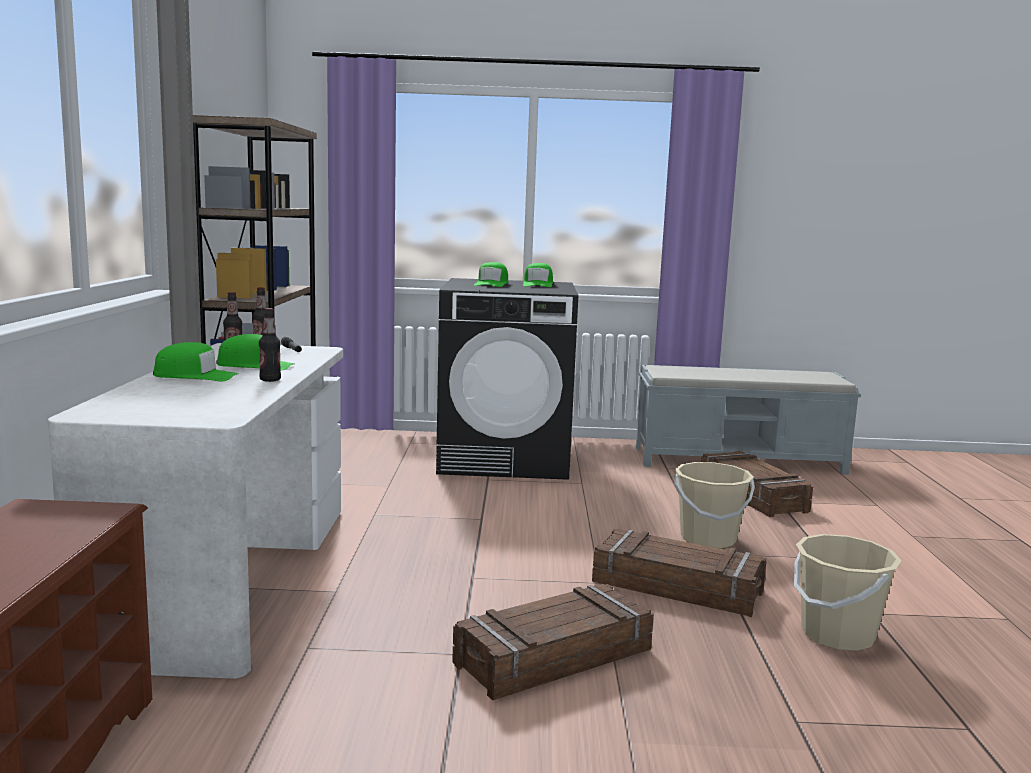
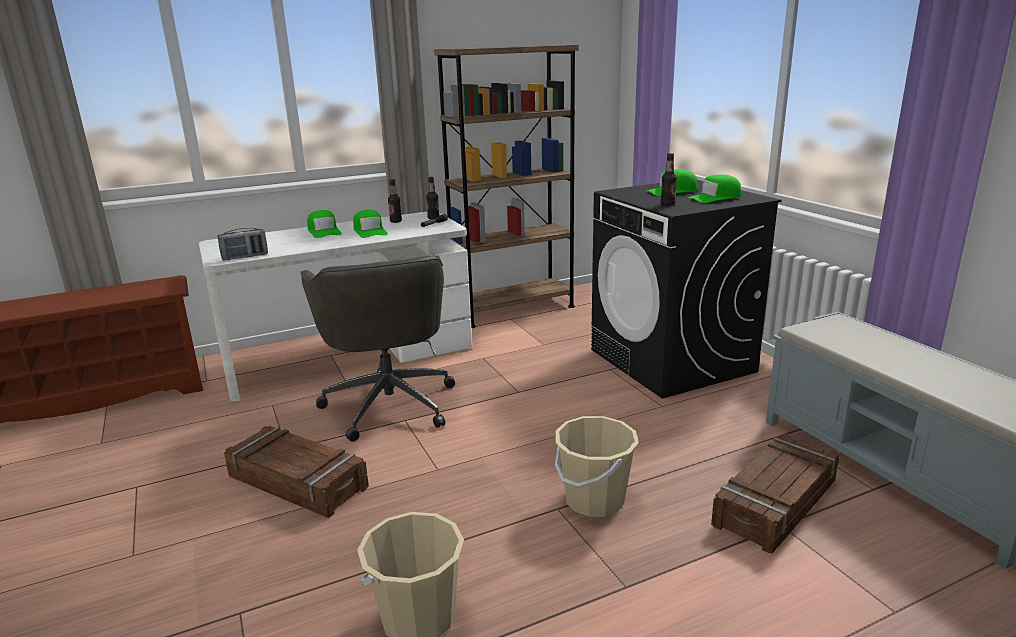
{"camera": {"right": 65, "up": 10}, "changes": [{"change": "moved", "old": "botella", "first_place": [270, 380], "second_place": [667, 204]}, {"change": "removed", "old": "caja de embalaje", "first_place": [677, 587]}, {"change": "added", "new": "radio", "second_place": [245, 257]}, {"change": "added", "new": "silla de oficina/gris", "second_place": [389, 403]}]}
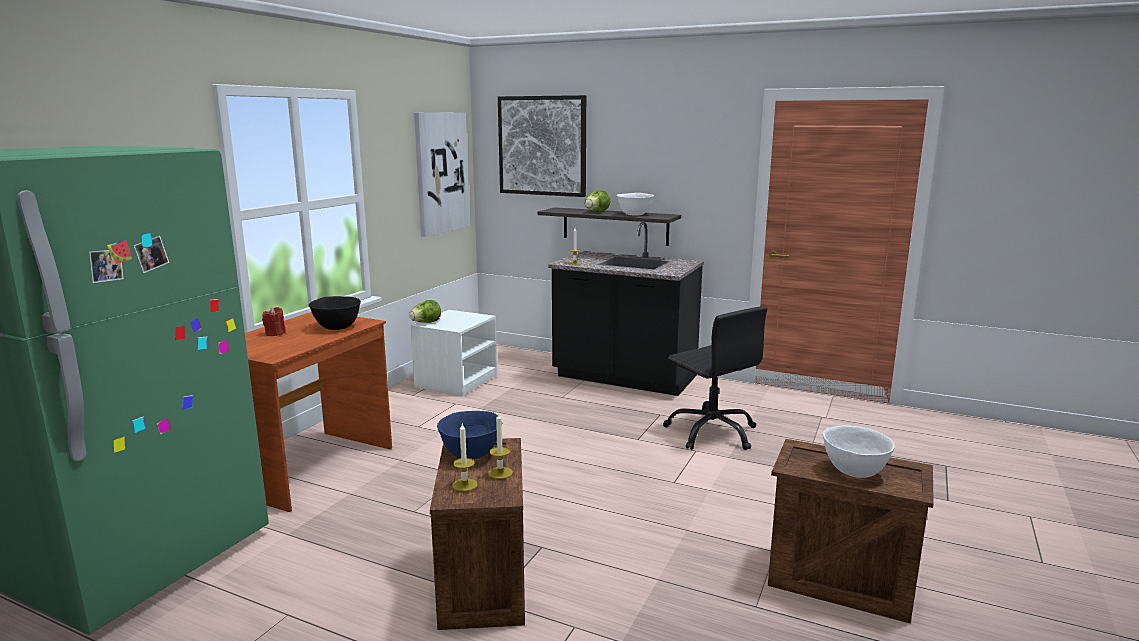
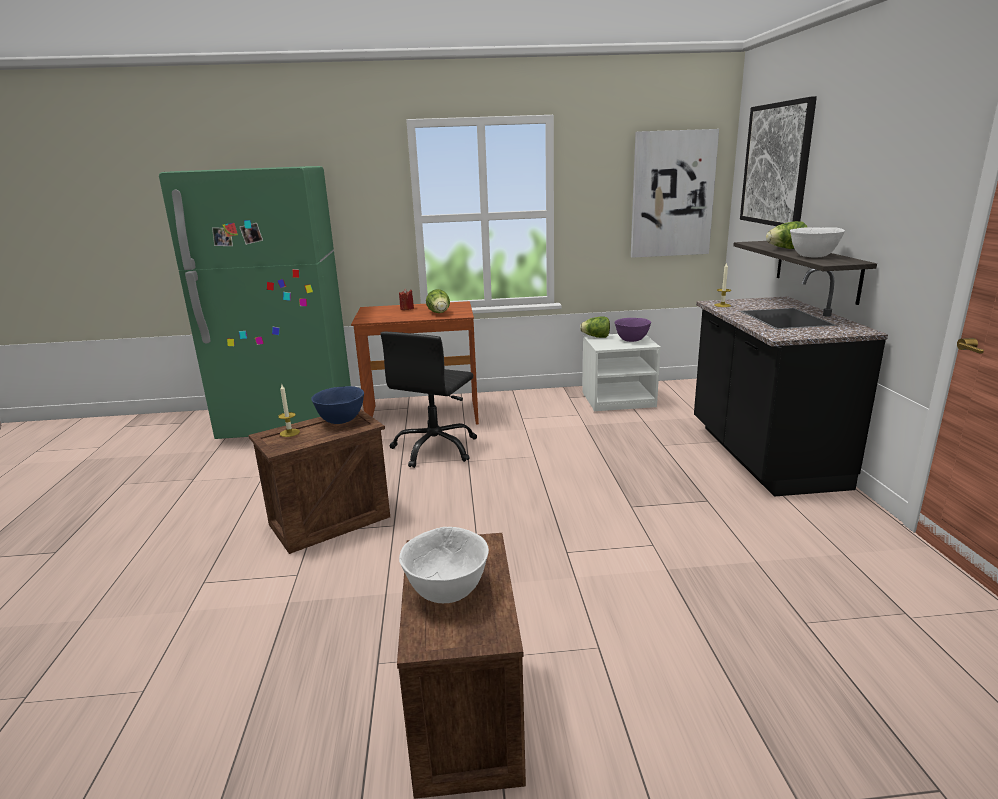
{"camera": {"right": 60, "up": 5}, "changes": [{"change": "replaced", "old": "cuenco/negro", "new": "lechuga", "first_place": [337, 327], "second_place": [439, 313]}, {"change": "moved", "old": "silla de oficina/negro", "first_place": [712, 432], "second_place": [435, 448]}, {"change": "removed", "old": "vela", "first_place": [500, 473]}, {"change": "added", "new": "cuenco/morado", "second_place": [632, 340]}]}
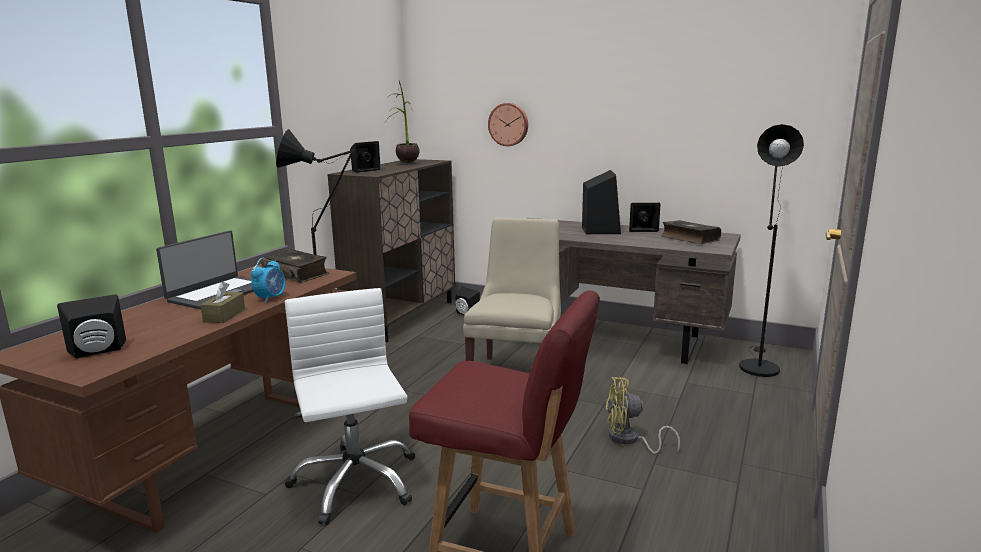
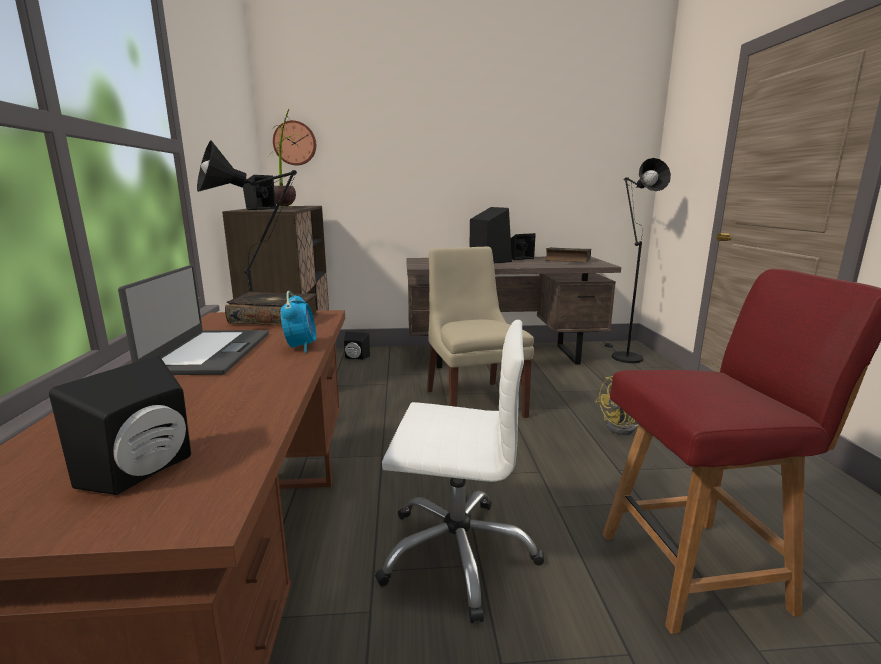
{"camera": {"right": -30, "up": 0}, "changes": [{"change": "moved", "old": "reloj de pared", "first_place": [508, 124], "second_place": [295, 143]}, {"change": "removed", "old": "caja de pañuelos/marrón", "first_place": [224, 315]}, {"change": "turned", "old": "silla de oficina/blanco", "first_place": [355, 482], "second_place": [457, 552], "degrees": 150}]}
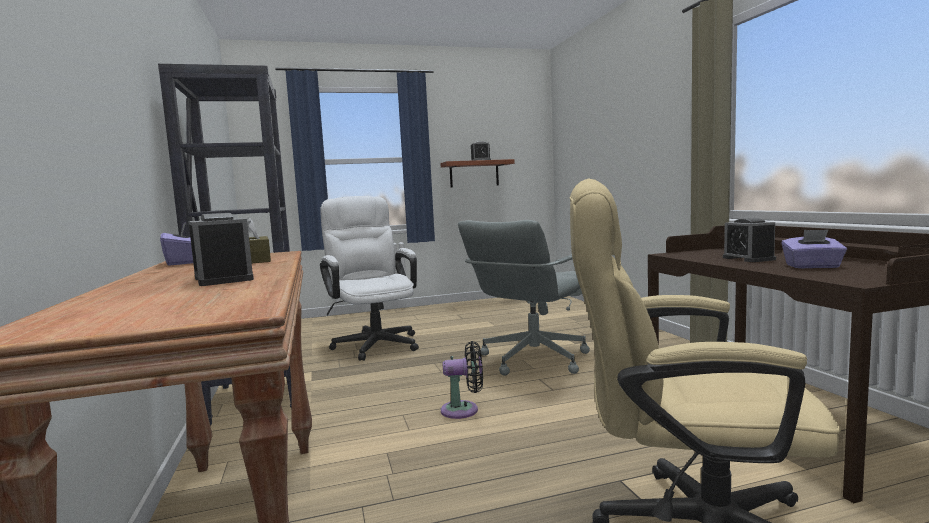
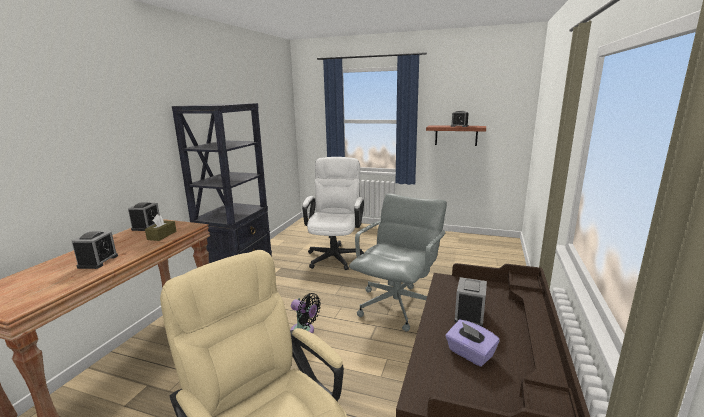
{"camera": {"right": 35, "up": 10}, "changes": [{"change": "turned", "old": "silla de oficina/gris", "first_place": [533, 359], "second_place": [397, 306], "degrees": 135}, {"change": "replaced", "old": "caja de pañuelos/morado", "new": "despertador", "first_place": [183, 262], "second_place": [147, 226]}]}
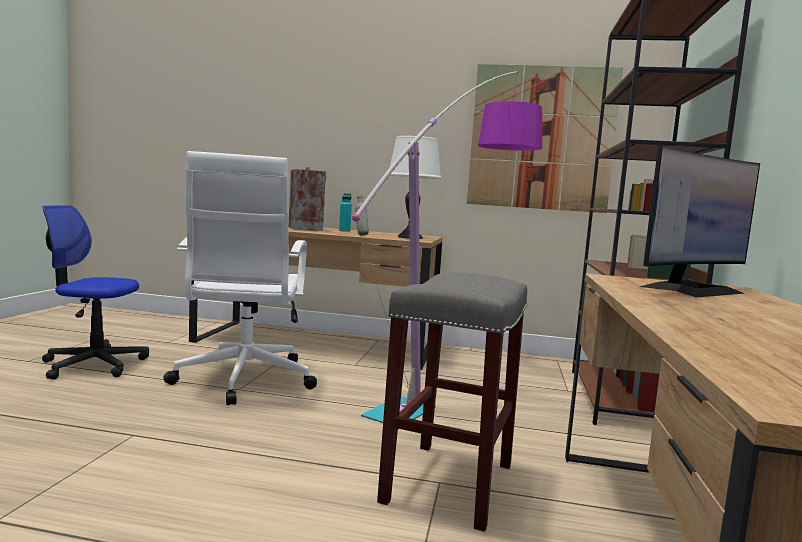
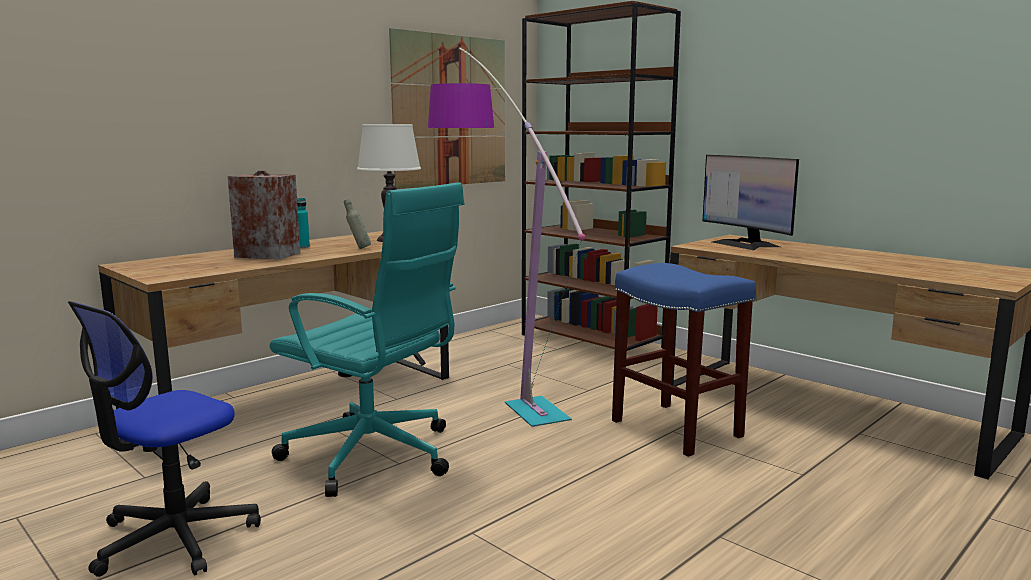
{"camera": {"right": -55, "up": 5}, "changes": [{"change": "turned", "old": "monitor", "first_place": [691, 290], "second_place": [745, 244], "degrees": 150}, {"change": "recoloured", "old": "silla de oficina/blanco", "new": "silla de oficina/turquesa", "first_place": [243, 380], "second_place": [374, 457]}, {"change": "recoloured", "old": "taburete/gris", "new": "taburete/azul", "first_place": [448, 482], "second_place": [674, 428]}]}
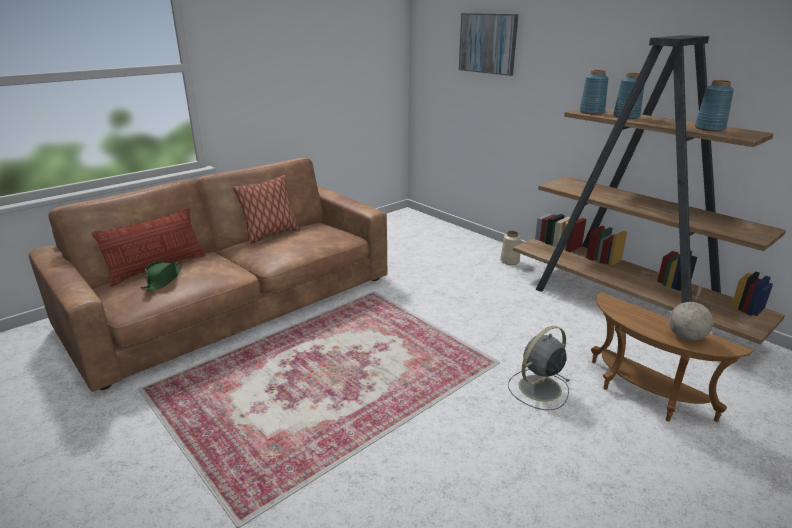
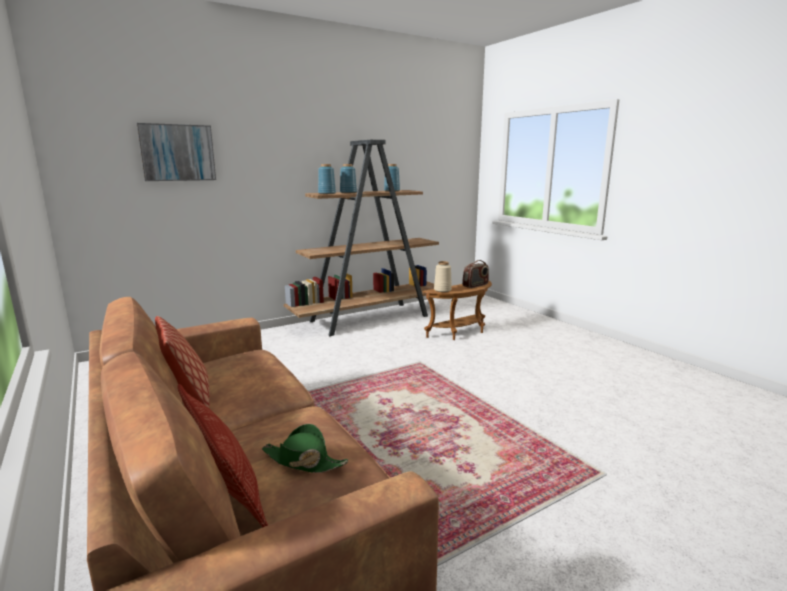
{"camera": {"right": -80, "up": -10}, "changes": [{"change": "moved", "old": "florero/beis", "first_place": [509, 261], "second_place": [442, 290]}, {"change": "replaced", "old": "globo terráqueo", "new": "radio", "first_place": [686, 337], "second_place": [475, 285]}, {"change": "removed", "old": "ventilador/gris", "first_place": [538, 388]}]}
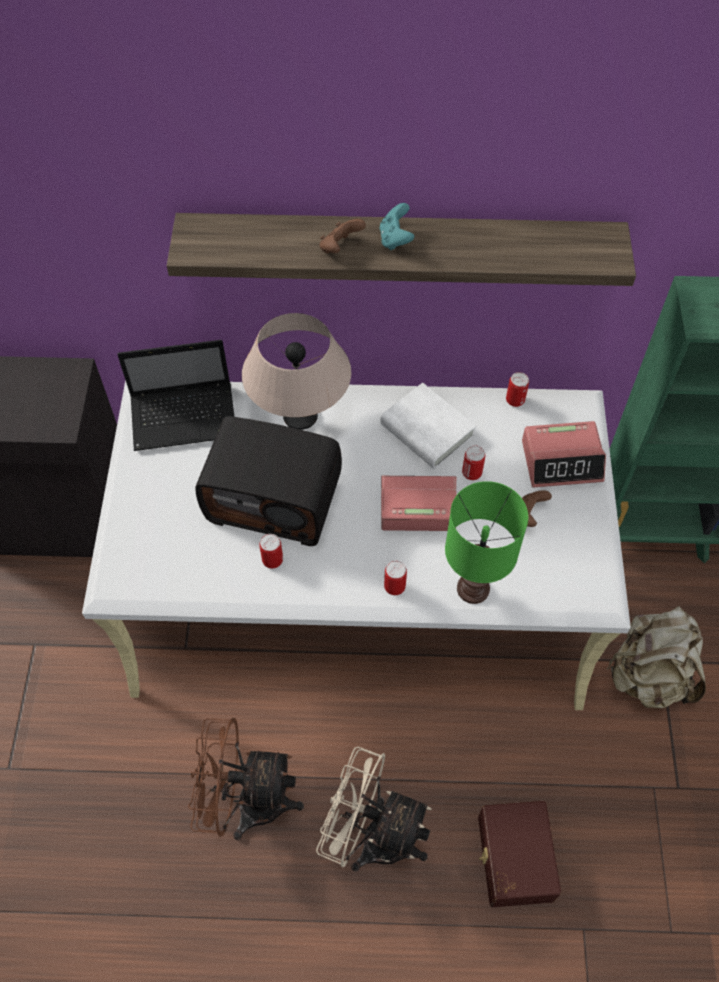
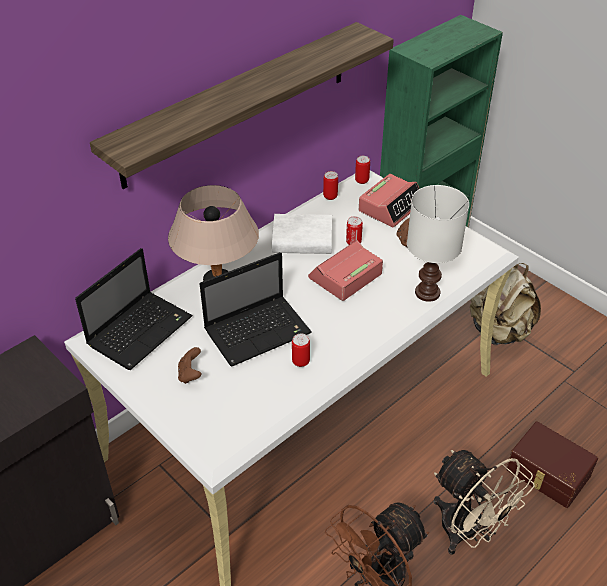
{"camera": {"right": -45, "up": -15}, "changes": [{"change": "removed", "old": "mando de consola/turquesa", "first_place": [395, 239]}, {"change": "moved", "old": "mando de consola/marrón", "first_place": [340, 248], "second_place": [190, 374]}, {"change": "replaced", "old": "radio", "new": "portátil", "first_place": [275, 499], "second_place": [259, 331]}, {"change": "recoloured", "old": "lámpara de mesa/verde", "new": "lámpara de mesa/blanco", "first_place": [472, 587], "second_place": [426, 292]}, {"change": "moved", "old": "lata", "first_place": [394, 587], "second_place": [362, 180]}, {"change": "turned", "old": "ventilador/beis", "first_place": [373, 836], "second_place": [468, 532], "degrees": -105}]}
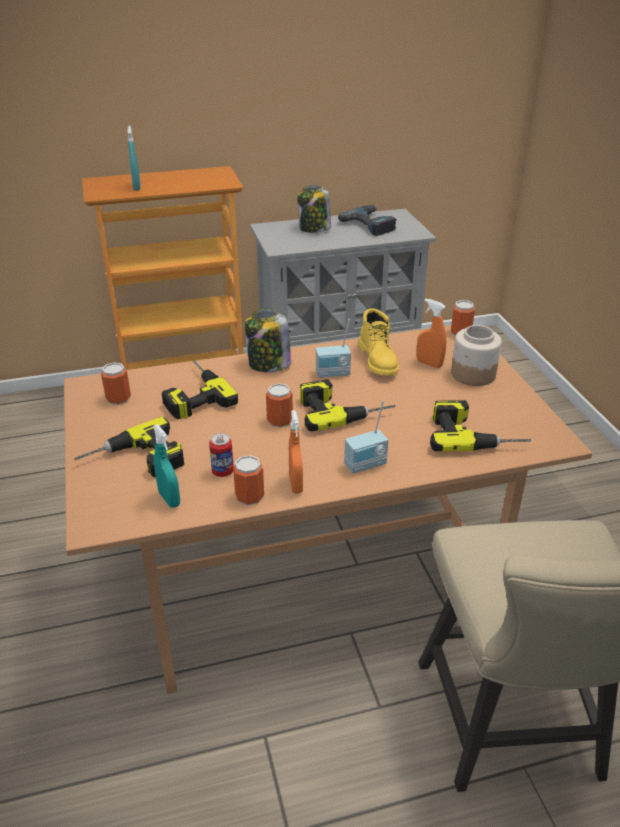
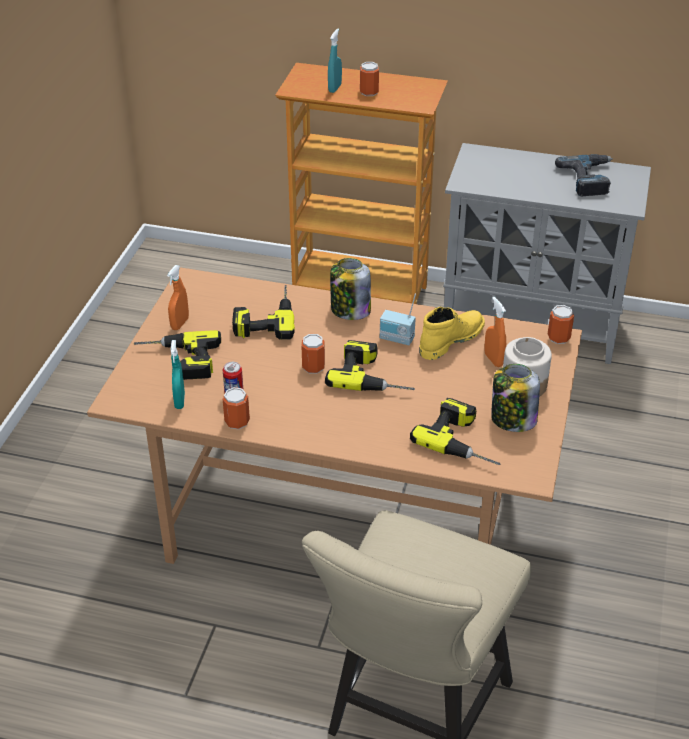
{"camera": {"right": 30, "up": 5}, "changes": [{"change": "moved", "old": "tarro", "first_place": [314, 229], "second_place": [512, 419]}, {"change": "turned", "old": "bota/amarillo", "first_place": [378, 360], "second_place": [450, 339], "degrees": -150}, {"change": "moved", "old": "lata", "first_place": [118, 399], "second_place": [369, 92]}, {"change": "removed", "old": "radio", "first_place": [366, 465]}, {"change": "moved", "old": "pulverizador/naranja", "first_place": [295, 484], "second_place": [180, 324]}]}
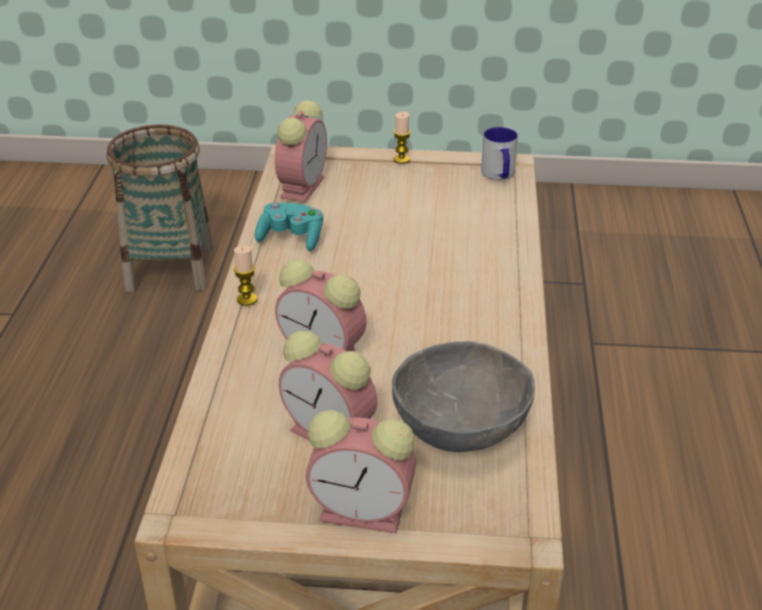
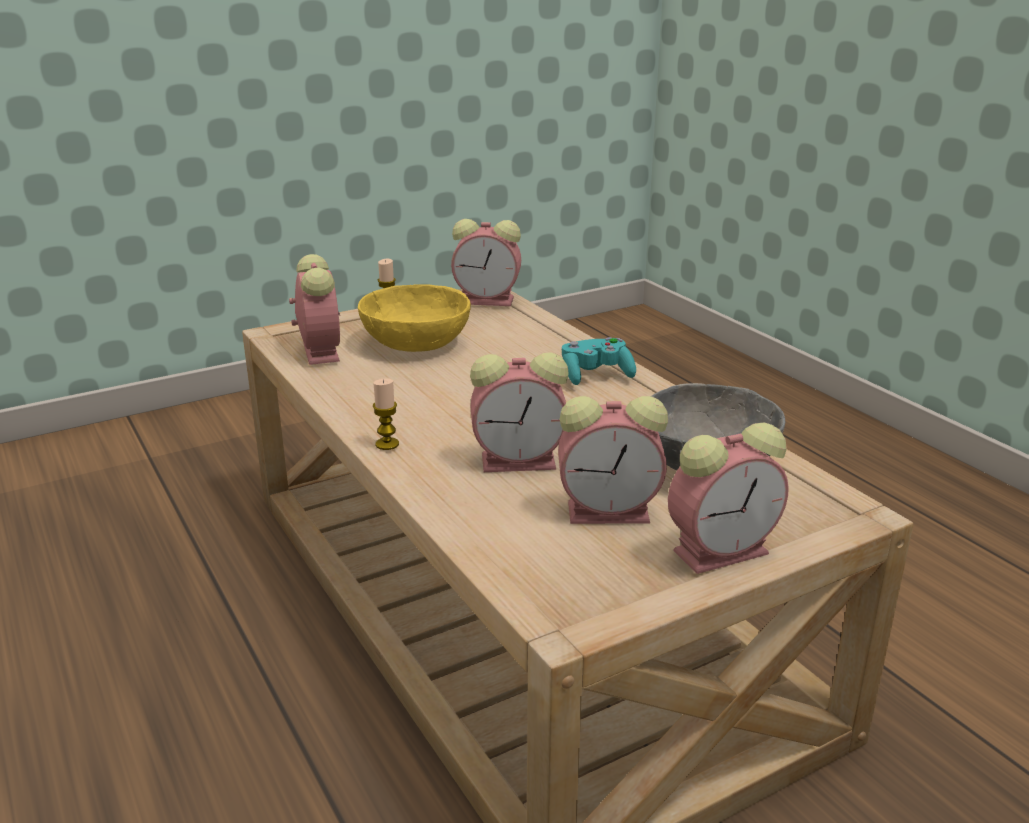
{"camera": {"right": -35, "up": -10}, "changes": [{"change": "removed", "old": "cesta", "first_place": [170, 268]}, {"change": "replaced", "old": "taza grande", "new": "despertador", "first_place": [499, 175], "second_place": [489, 300]}, {"change": "moved", "old": "mando de consola/turquesa", "first_place": [291, 238], "second_place": [596, 375]}, {"change": "added", "new": "cuenco/amarillo", "second_place": [415, 344]}]}
